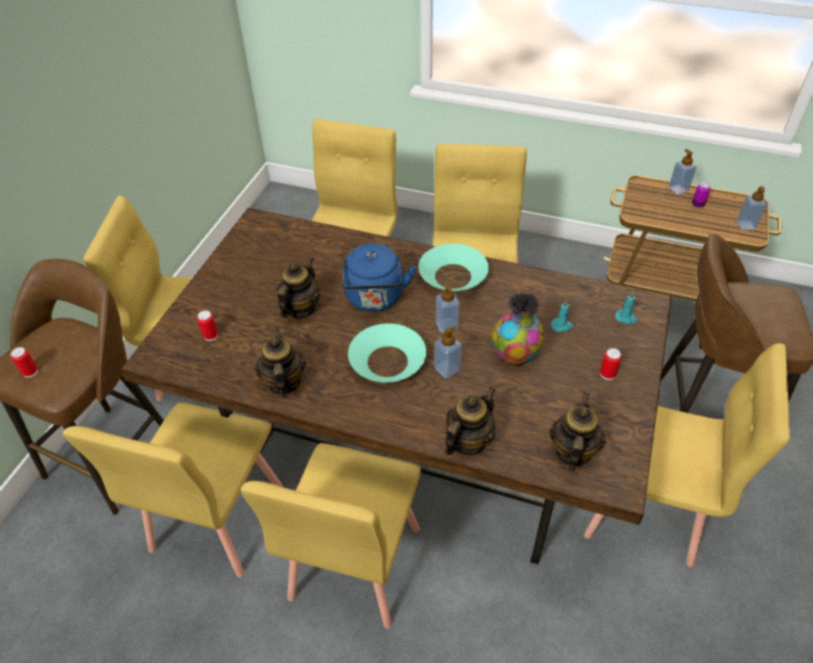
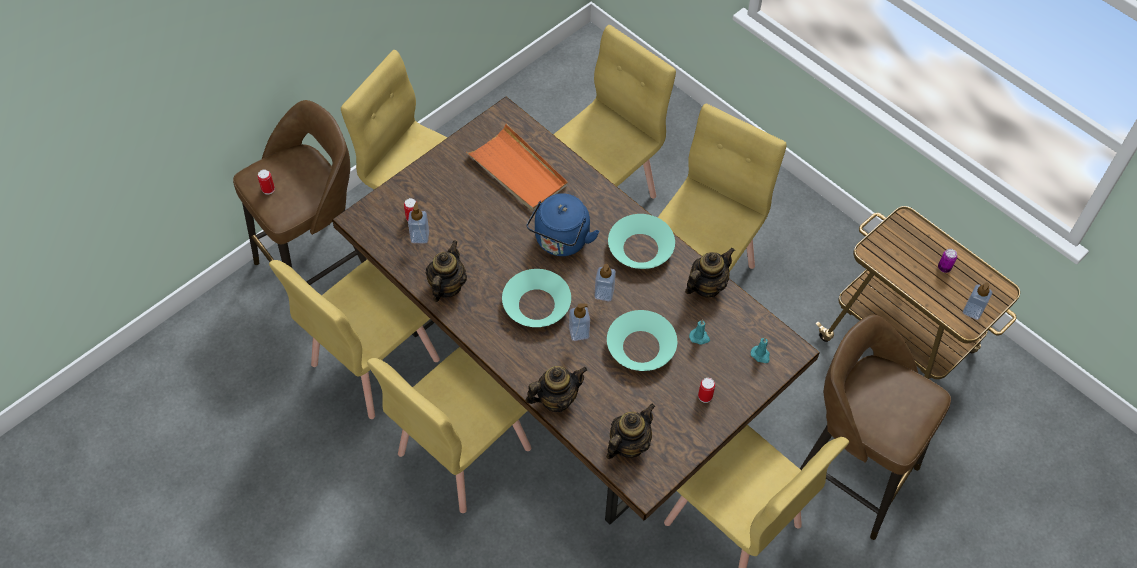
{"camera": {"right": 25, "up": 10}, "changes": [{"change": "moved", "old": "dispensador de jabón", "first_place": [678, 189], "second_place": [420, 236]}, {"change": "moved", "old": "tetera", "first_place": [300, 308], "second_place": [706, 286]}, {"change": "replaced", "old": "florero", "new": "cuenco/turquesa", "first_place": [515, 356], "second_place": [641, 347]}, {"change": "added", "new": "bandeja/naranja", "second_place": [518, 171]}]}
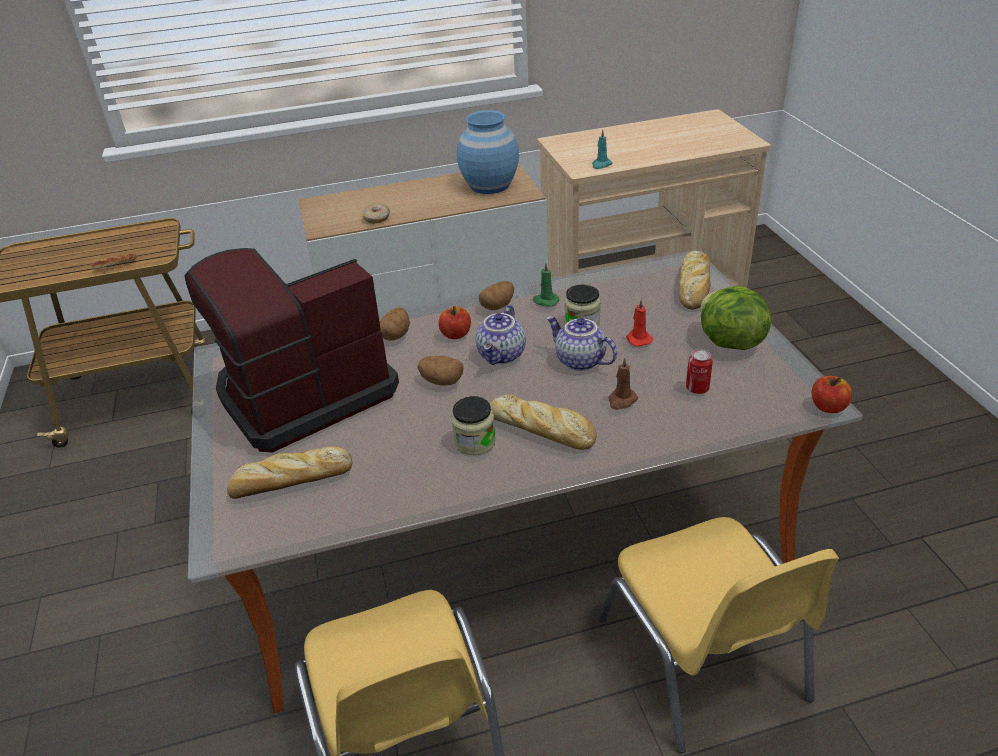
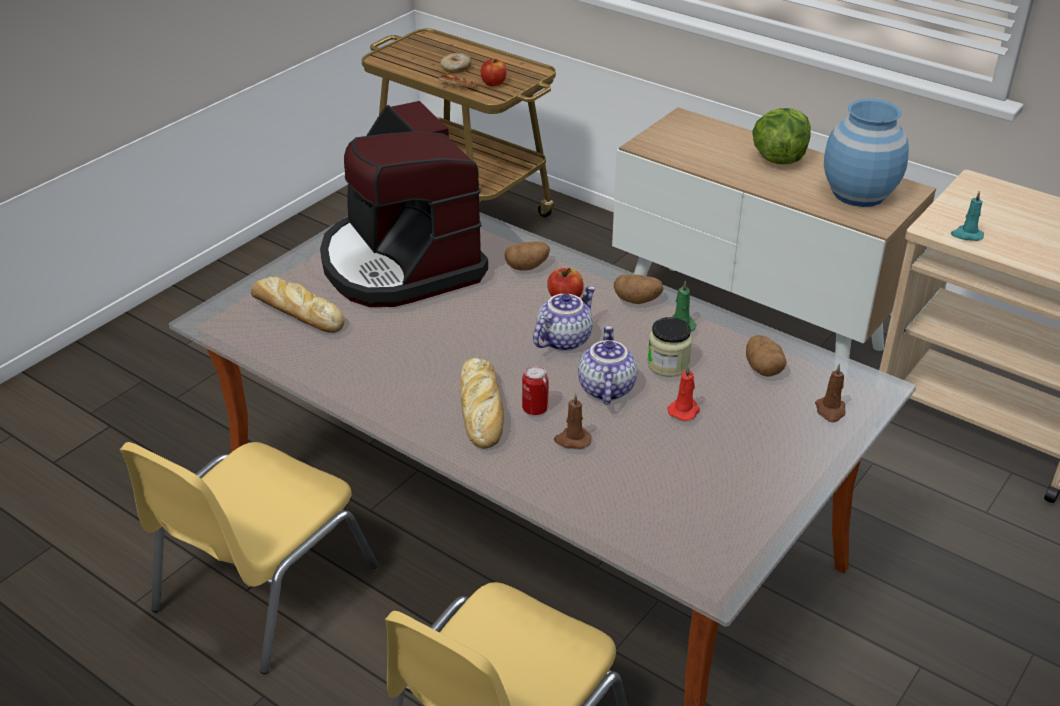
{"camera": {"right": 50, "up": 0}, "changes": [{"change": "moved", "old": "rosquilla", "first_place": [377, 218], "second_place": [456, 68]}, {"change": "turned", "old": "cafetera", "first_place": [303, 393], "second_place": [400, 263], "degrees": -135}, {"change": "replaced", "old": "pan", "new": "vela/marrón", "first_place": [694, 286], "second_place": [830, 411]}, {"change": "moved", "old": "lechuga", "first_place": [729, 342], "second_place": [778, 158]}, {"change": "turned", "old": "tetera", "first_place": [502, 355], "second_place": [563, 339], "degrees": 150}, {"change": "moved", "old": "lata", "first_place": [697, 388], "second_place": [535, 409]}, {"change": "moved", "old": "patata", "first_place": [441, 381], "second_place": [763, 368]}, {"change": "moved", "old": "manzana", "first_place": [828, 407], "second_place": [493, 83]}, {"change": "removed", "old": "tarro", "first_place": [474, 442]}]}
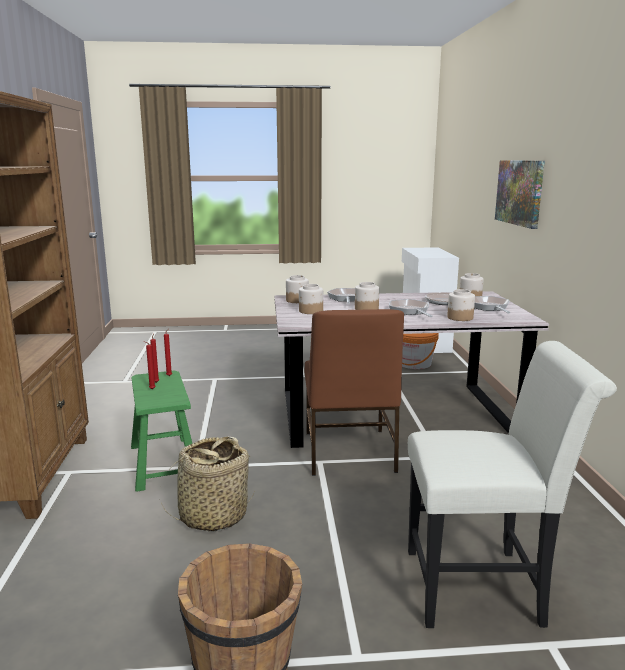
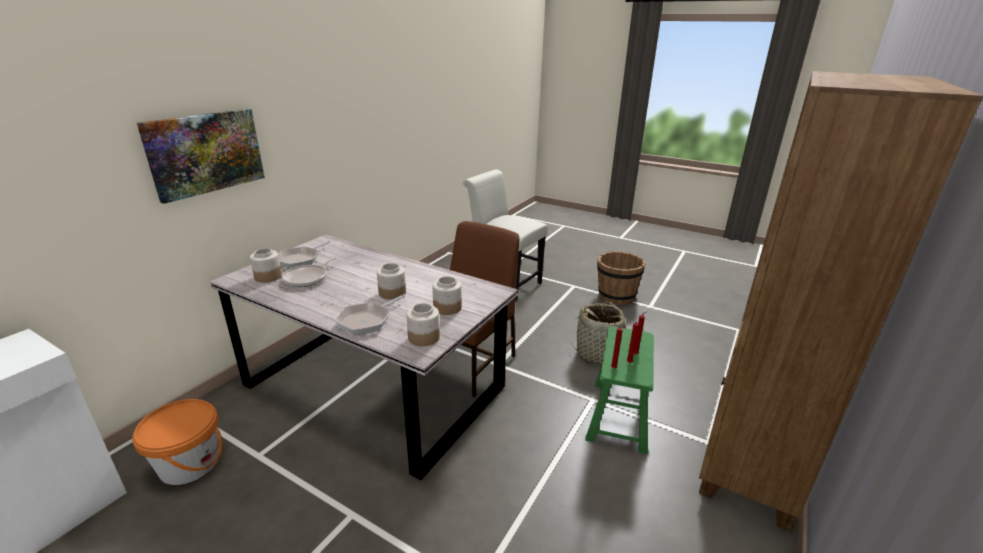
{"camera": {"right": -145, "up": 10}, "changes": [{"change": "removed", "old": "tarro", "first_place": [460, 318]}, {"change": "removed", "old": "sartén", "first_place": [410, 311]}]}
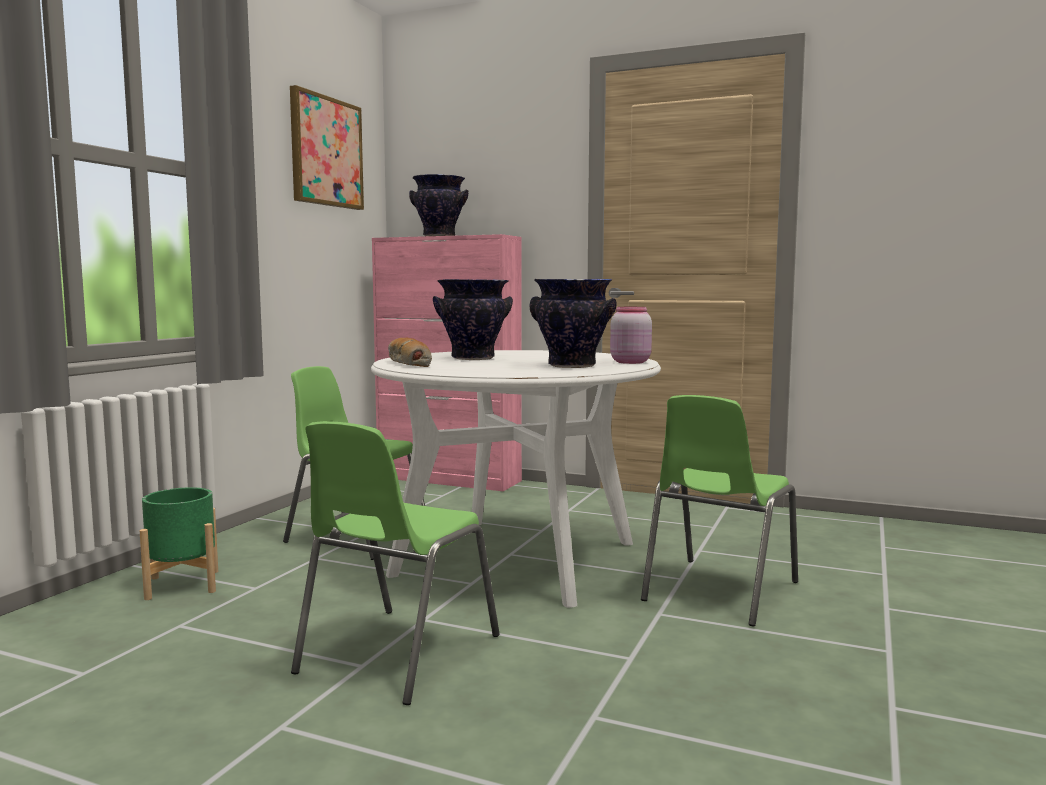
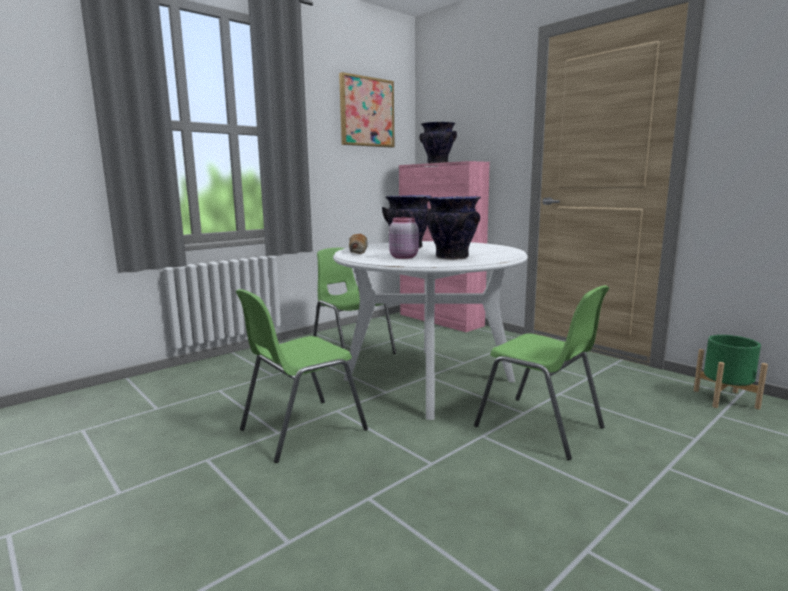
{"camera": {"right": 25, "up": 5}, "changes": [{"change": "moved", "old": "tarro/rosa", "first_place": [629, 362], "second_place": [403, 257]}, {"change": "turned", "old": "silla/verde", "first_place": [717, 591], "second_place": [540, 427], "degrees": -105}, {"change": "moved", "old": "maceta/verde", "first_place": [183, 584], "second_place": [725, 399]}]}
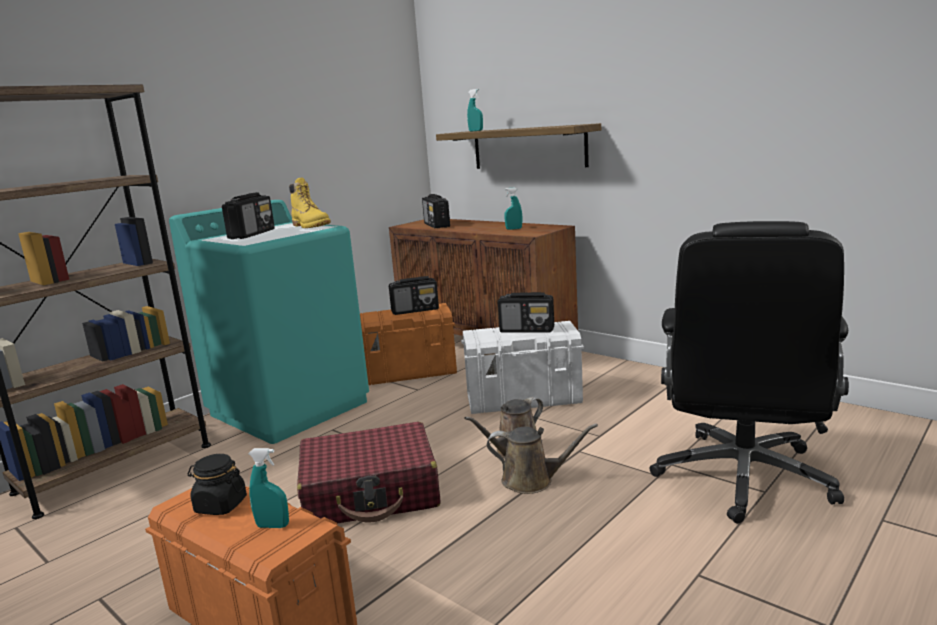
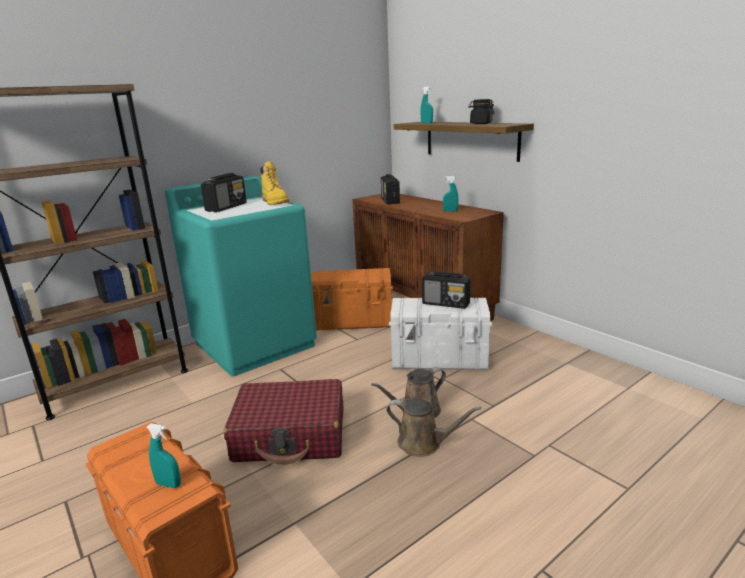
{"camera": {"right": 10, "up": 5}, "changes": [{"change": "removed", "old": "silla de oficina/negro", "first_place": [743, 478]}, {"change": "removed", "old": "radio", "first_place": [415, 310]}, {"change": "moved", "old": "tarro/negro", "first_place": [220, 505], "second_place": [481, 123]}]}
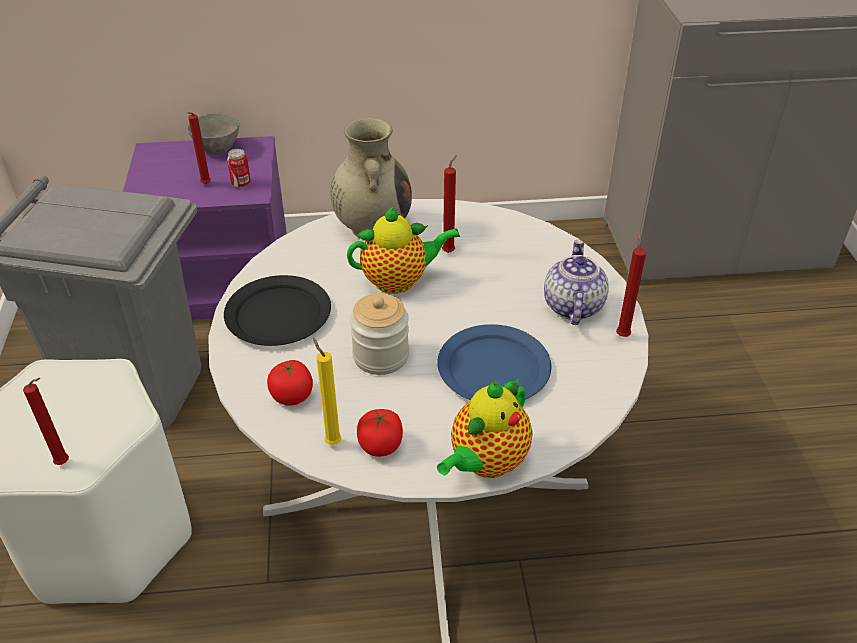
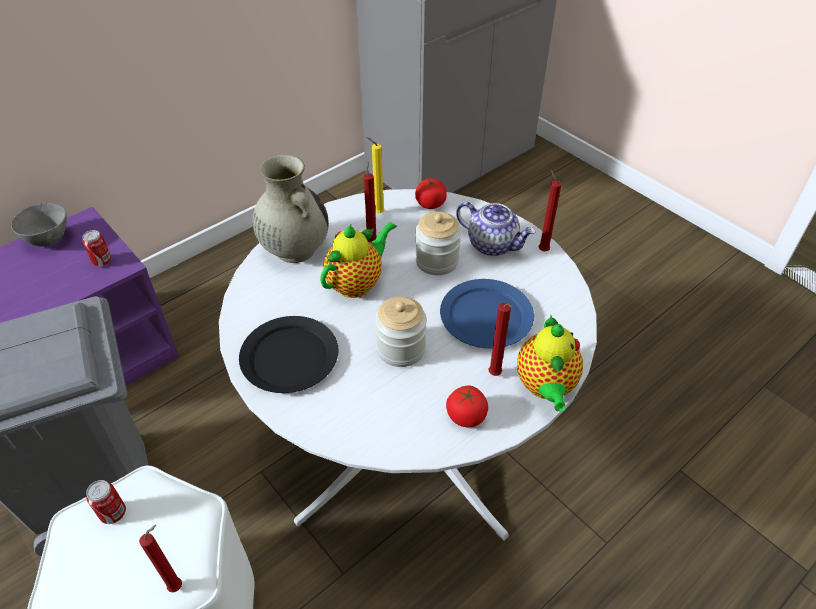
{"camera": {"right": -35, "up": 5}, "changes": [{"change": "moved", "old": "vela/rojo", "first_place": [205, 185], "second_place": [495, 375]}, {"change": "turned", "old": "tetera", "first_place": [572, 306], "second_place": [493, 244], "degrees": 150}, {"change": "moved", "old": "vela/amarillo", "first_place": [331, 441], "second_place": [377, 213]}, {"change": "moved", "old": "tomate", "first_place": [292, 395], "second_place": [430, 203]}, {"change": "added", "new": "tarro", "second_place": [437, 261]}, {"change": "added", "new": "lata", "second_place": [113, 513]}]}
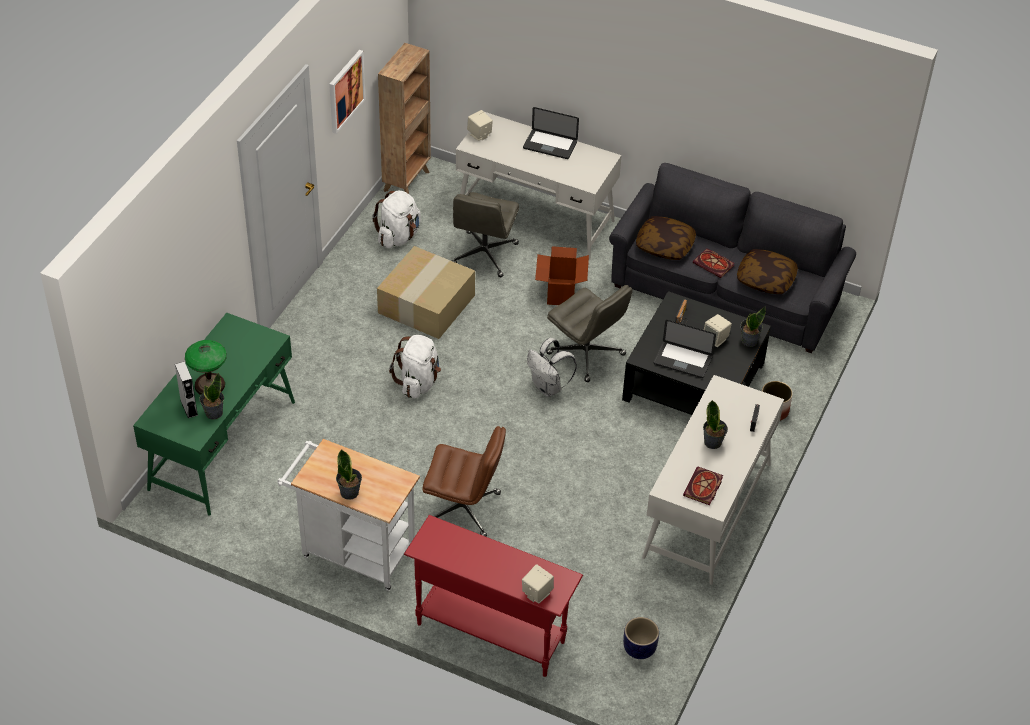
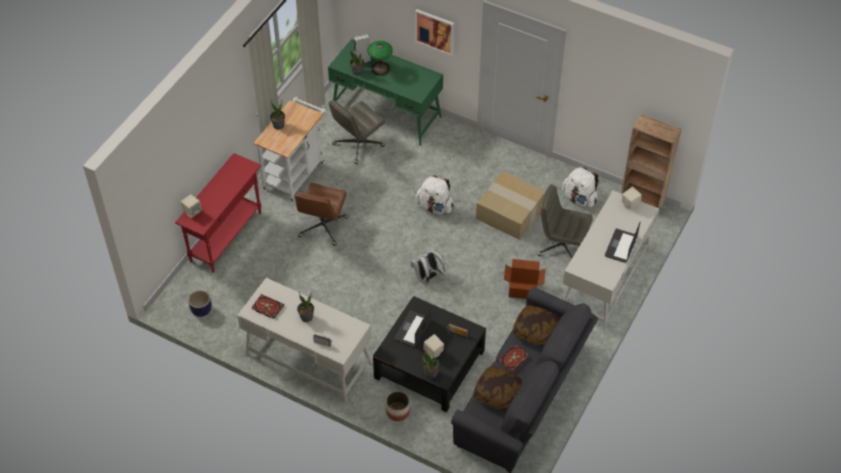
{"camera": {"right": 95, "up": 5}, "changes": [{"change": "moved", "old": "cuadro", "first_place": [345, 91], "second_place": [435, 31]}, {"change": "moved", "old": "silla de oficina/gris", "first_place": [587, 354], "second_place": [358, 145]}]}
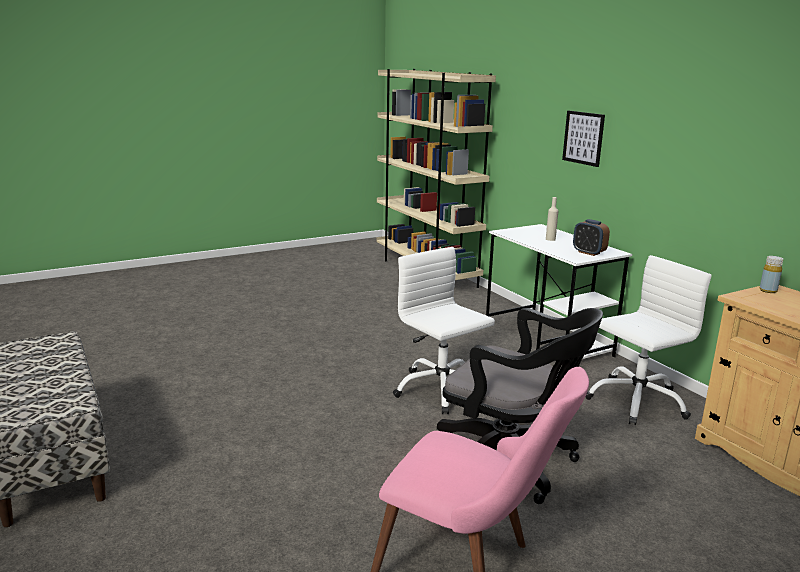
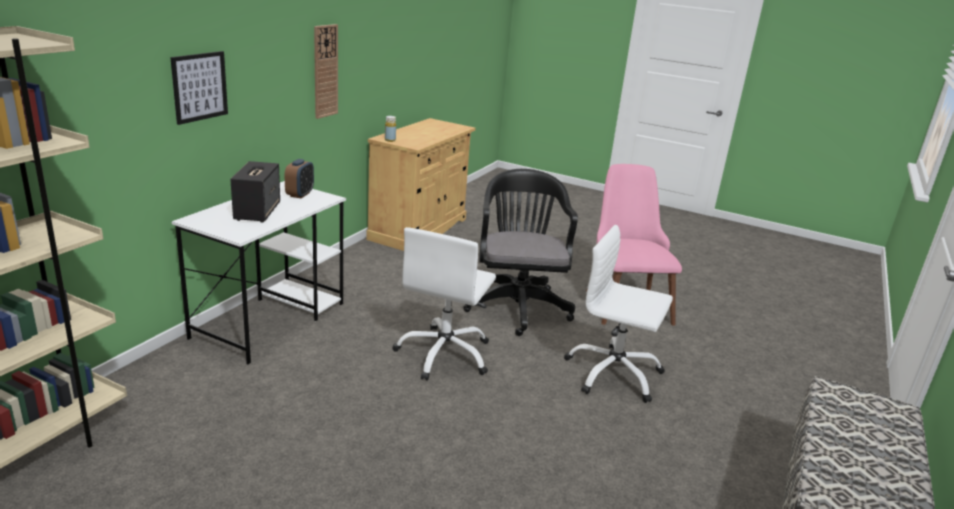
{"camera": {"right": -125, "up": 5}, "changes": [{"change": "replaced", "old": "botella/beis", "new": "altavoz", "first_place": [550, 239], "second_place": [257, 211]}, {"change": "moved", "old": "silla de oficina/blanco", "first_place": [636, 400], "second_place": [613, 374]}, {"change": "added", "new": "reloj de pared", "second_place": [325, 71]}]}
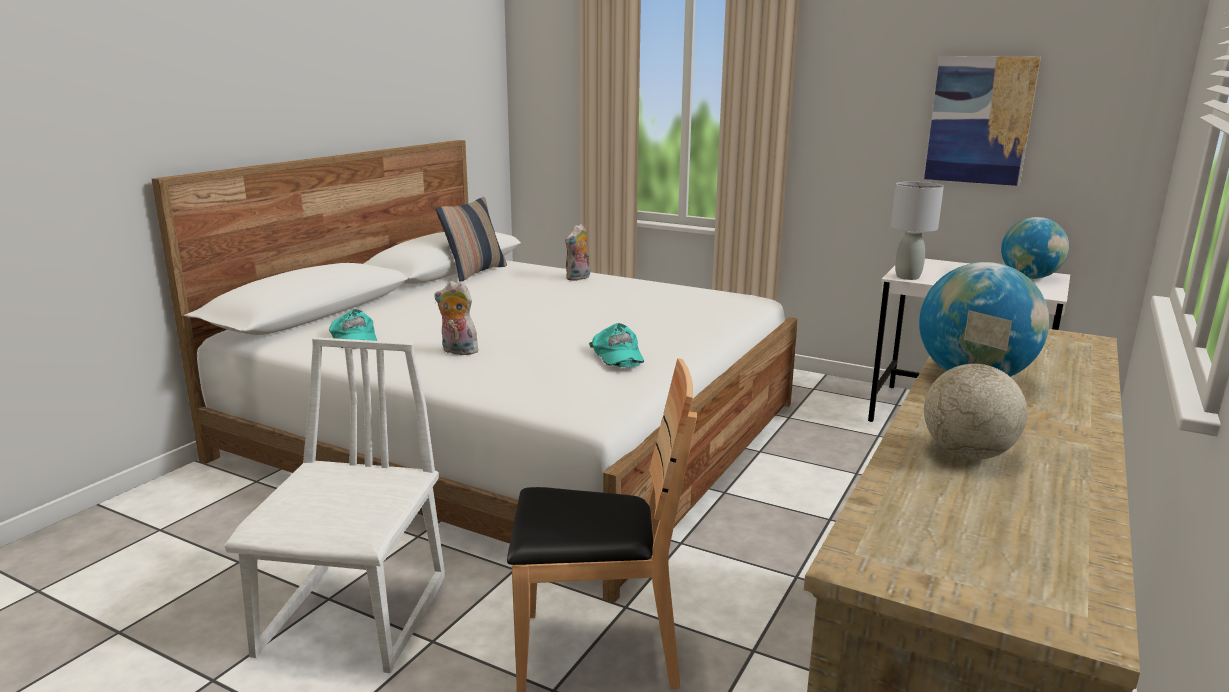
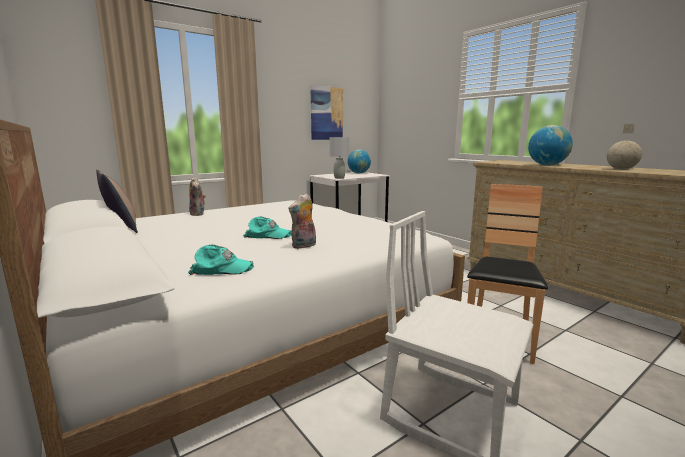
{"camera": {"right": -65, "up": -5}, "changes": [{"change": "moved", "old": "gorra/turquesa", "first_place": [617, 354], "second_place": [267, 235]}]}
